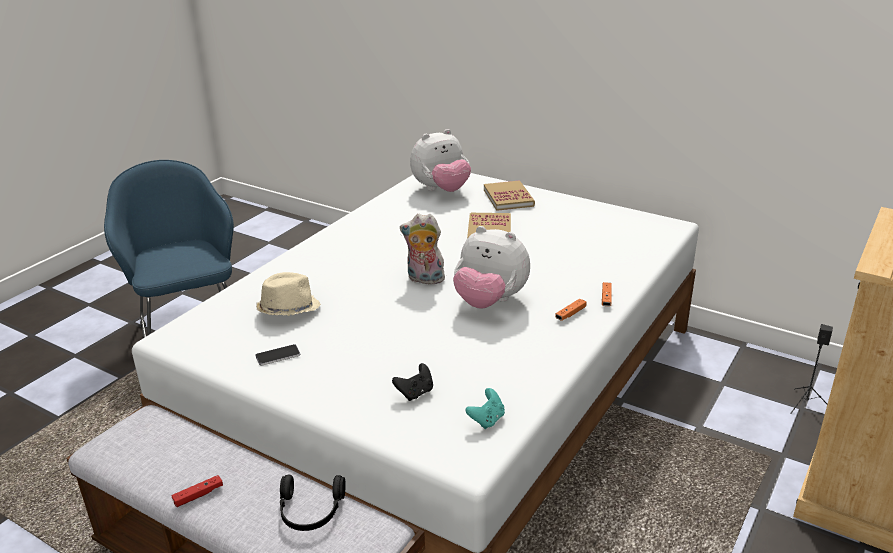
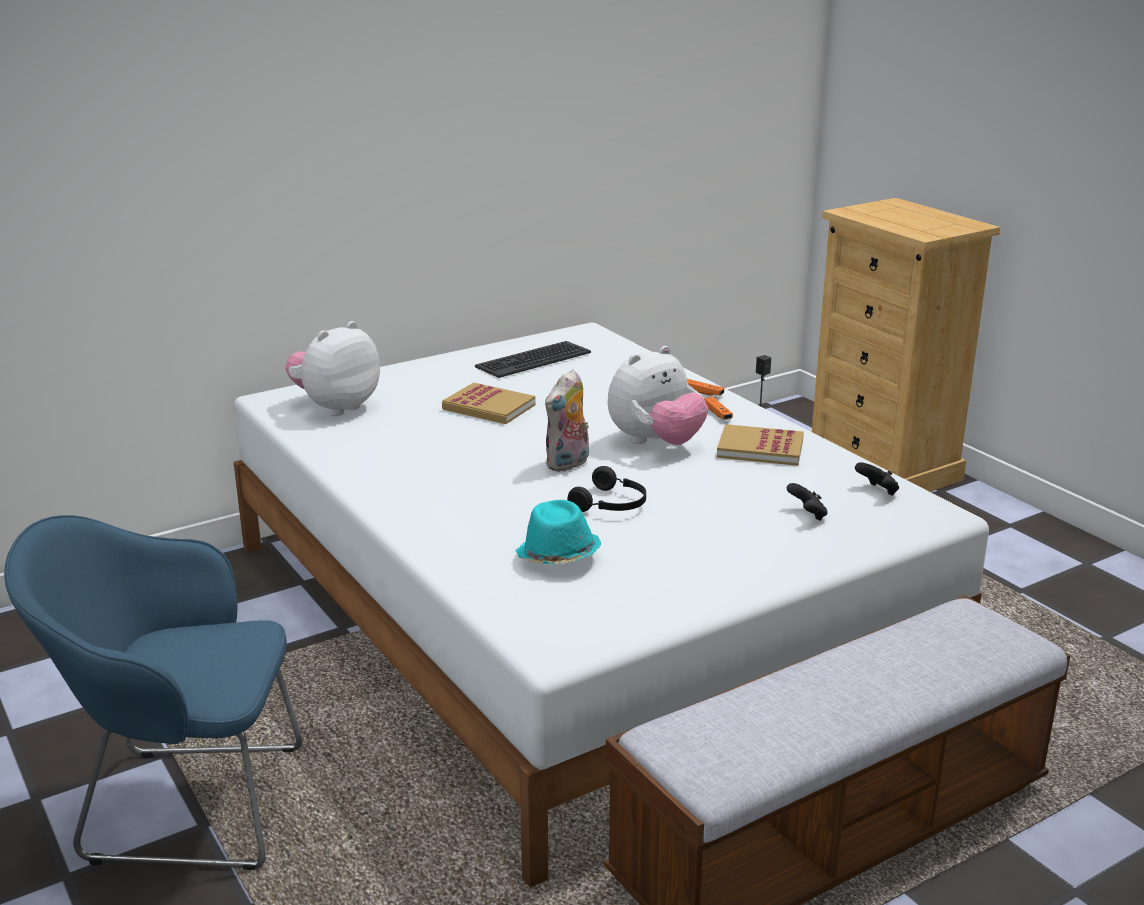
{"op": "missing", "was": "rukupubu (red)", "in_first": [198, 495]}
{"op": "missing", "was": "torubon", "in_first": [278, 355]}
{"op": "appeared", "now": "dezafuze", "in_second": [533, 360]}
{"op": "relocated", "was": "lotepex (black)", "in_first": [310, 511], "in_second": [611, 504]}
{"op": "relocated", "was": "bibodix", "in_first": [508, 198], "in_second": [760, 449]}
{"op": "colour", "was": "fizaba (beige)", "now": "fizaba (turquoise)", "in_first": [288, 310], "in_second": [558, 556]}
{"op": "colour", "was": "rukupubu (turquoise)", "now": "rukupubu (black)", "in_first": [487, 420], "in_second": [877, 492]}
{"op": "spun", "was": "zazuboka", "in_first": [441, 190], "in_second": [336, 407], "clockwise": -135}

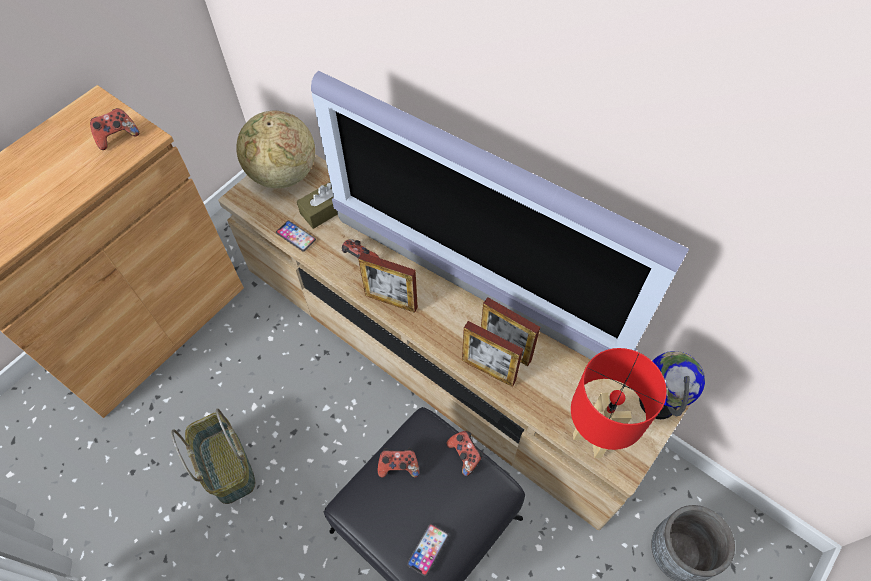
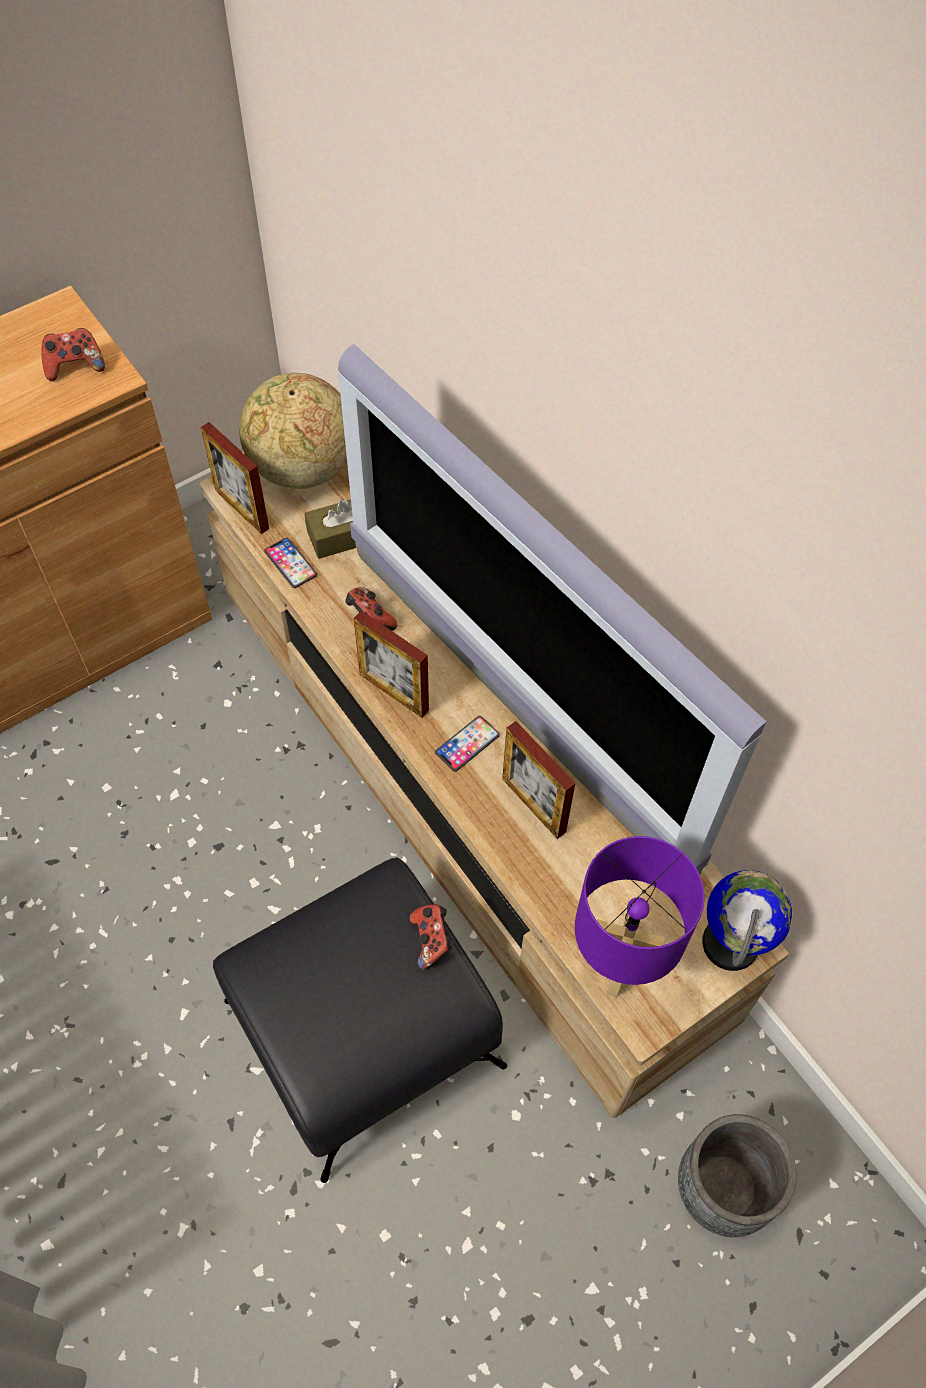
{"op": "missing", "was": "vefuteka", "in_first": [226, 465]}
{"op": "missing", "was": "rukupubu", "in_first": [398, 466]}
{"op": "relocated", "was": "torubon", "in_first": [428, 549], "in_second": [467, 744]}
{"op": "relocated", "was": "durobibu", "in_first": [488, 370], "in_second": [242, 509]}
{"op": "colour", "was": "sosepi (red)", "now": "sosepi (purple)", "in_first": [594, 435], "in_second": [618, 964]}

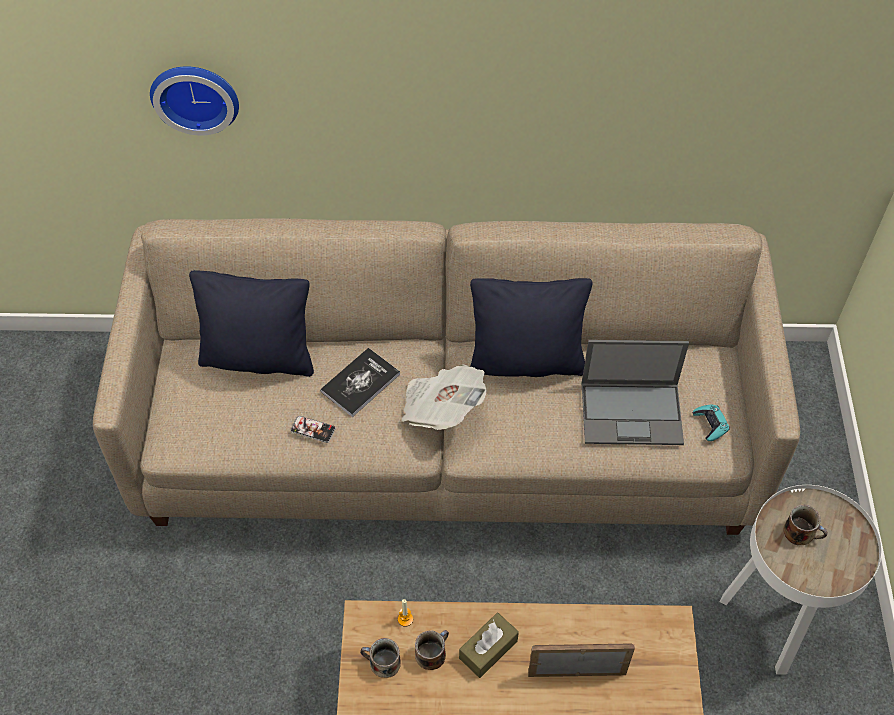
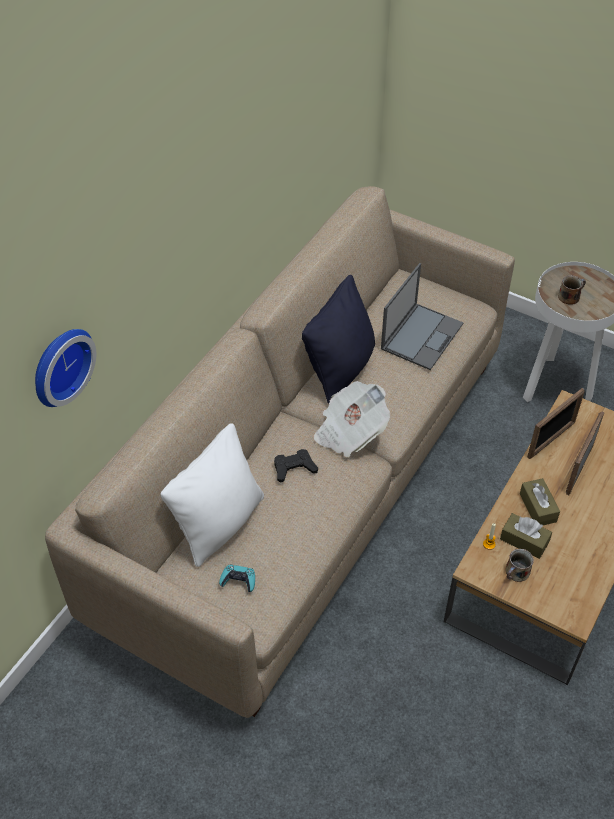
{"op": "missing", "was": "torubon", "in_first": [313, 429]}
{"op": "appeared", "now": "durobibu", "in_second": [551, 439]}
{"op": "relocated", "was": "rukupubu (turquoise)", "in_first": [710, 424], "in_second": [238, 580]}
{"op": "exchanged", "was": "bibodix", "now": "rukupubu (black)", "in_first": [360, 383], "in_second": [294, 468]}
{"op": "exchanged", "was": "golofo", "now": "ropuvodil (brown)", "in_first": [431, 653], "in_second": [524, 541]}
{"op": "colour", "was": "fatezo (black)", "now": "fatezo (white)", "in_first": [259, 357], "in_second": [219, 524]}

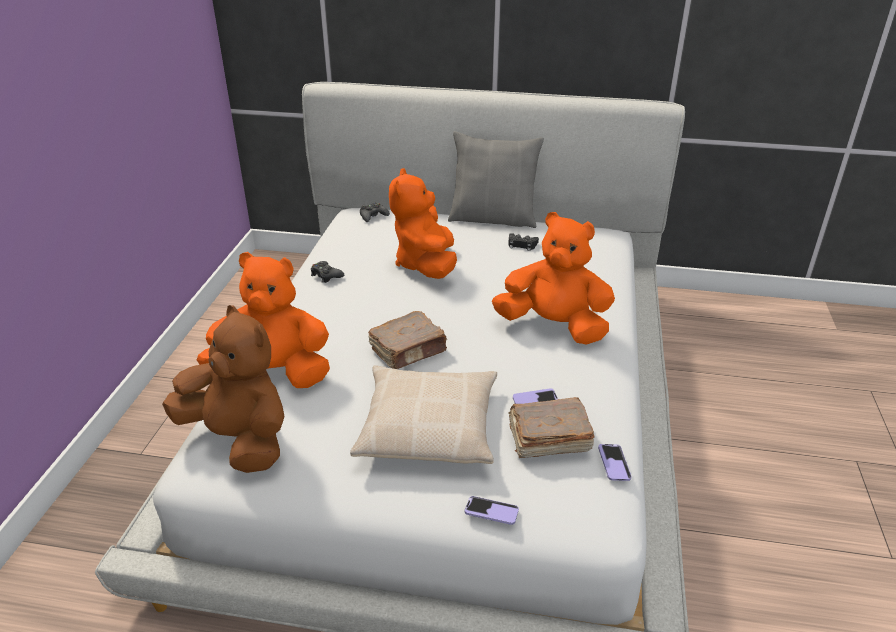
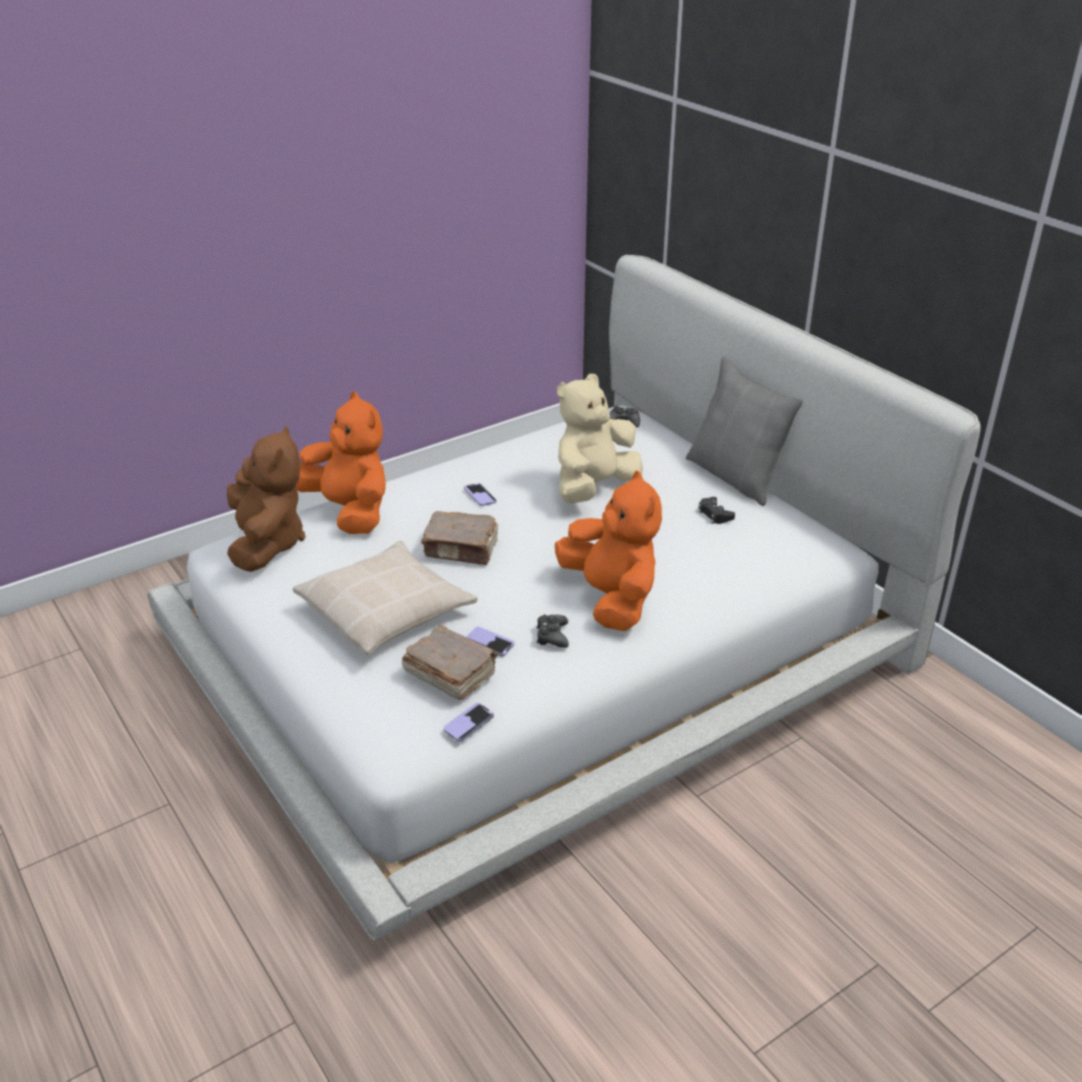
{"op": "relocated", "was": "rukupubu (black)", "in_first": [326, 275], "in_second": [552, 636]}
{"op": "relocated", "was": "torubon", "in_first": [491, 511], "in_second": [480, 495]}
{"op": "colour", "was": "zazuboka (orange)", "now": "zazuboka (beige)", "in_first": [426, 265], "in_second": [594, 488]}

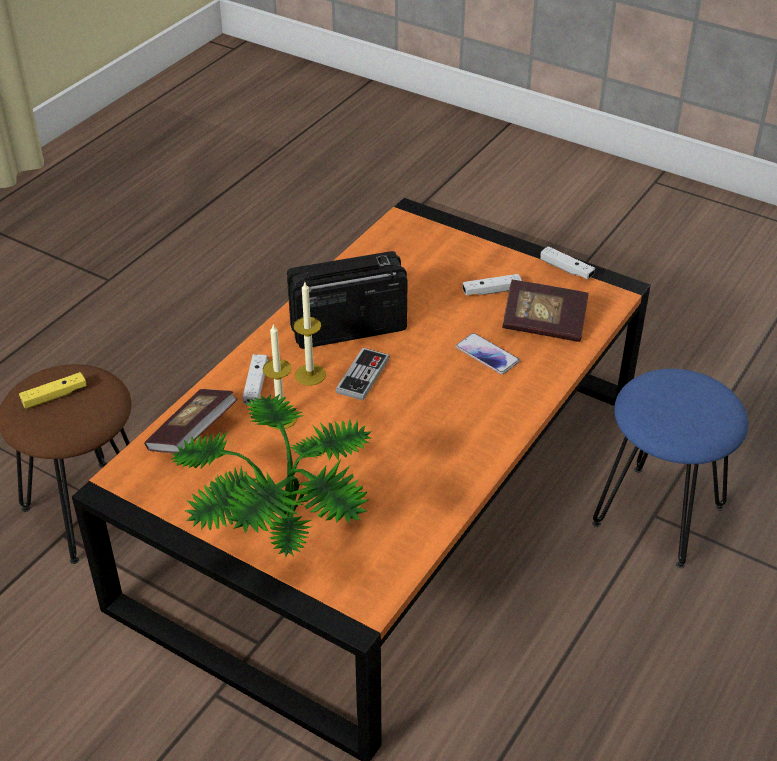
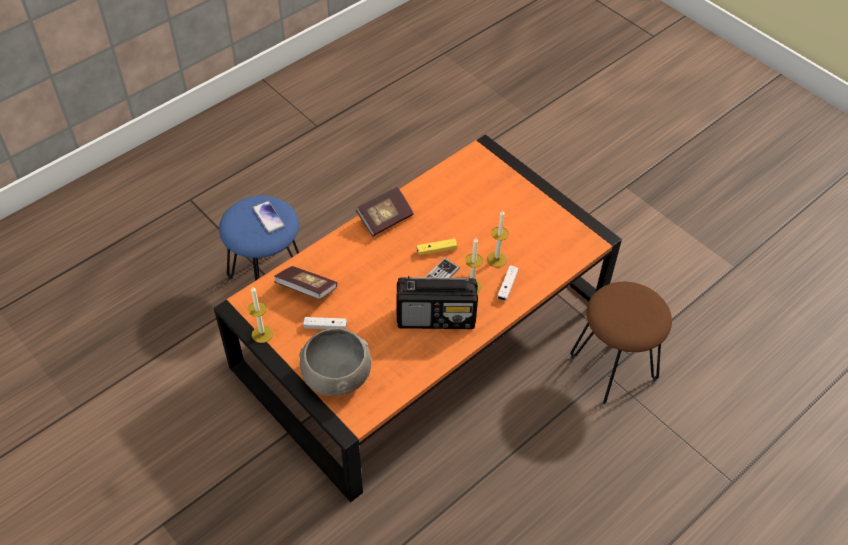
{"op": "missing", "was": "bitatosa", "in_first": [280, 530]}
{"op": "appeared", "now": "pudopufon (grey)", "in_second": [336, 376]}
{"op": "relocated", "was": "rukupubu (yellow)", "in_first": [54, 396], "in_second": [436, 250]}
{"op": "relocated", "was": "bibodix", "in_first": [192, 434], "in_second": [385, 219]}
{"op": "relocated", "was": "torubon", "in_first": [487, 355], "in_second": [268, 217]}
{"op": "exchanged", "was": "rukupubu (white)", "now": "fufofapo", "in_first": [566, 269], "in_second": [262, 334]}

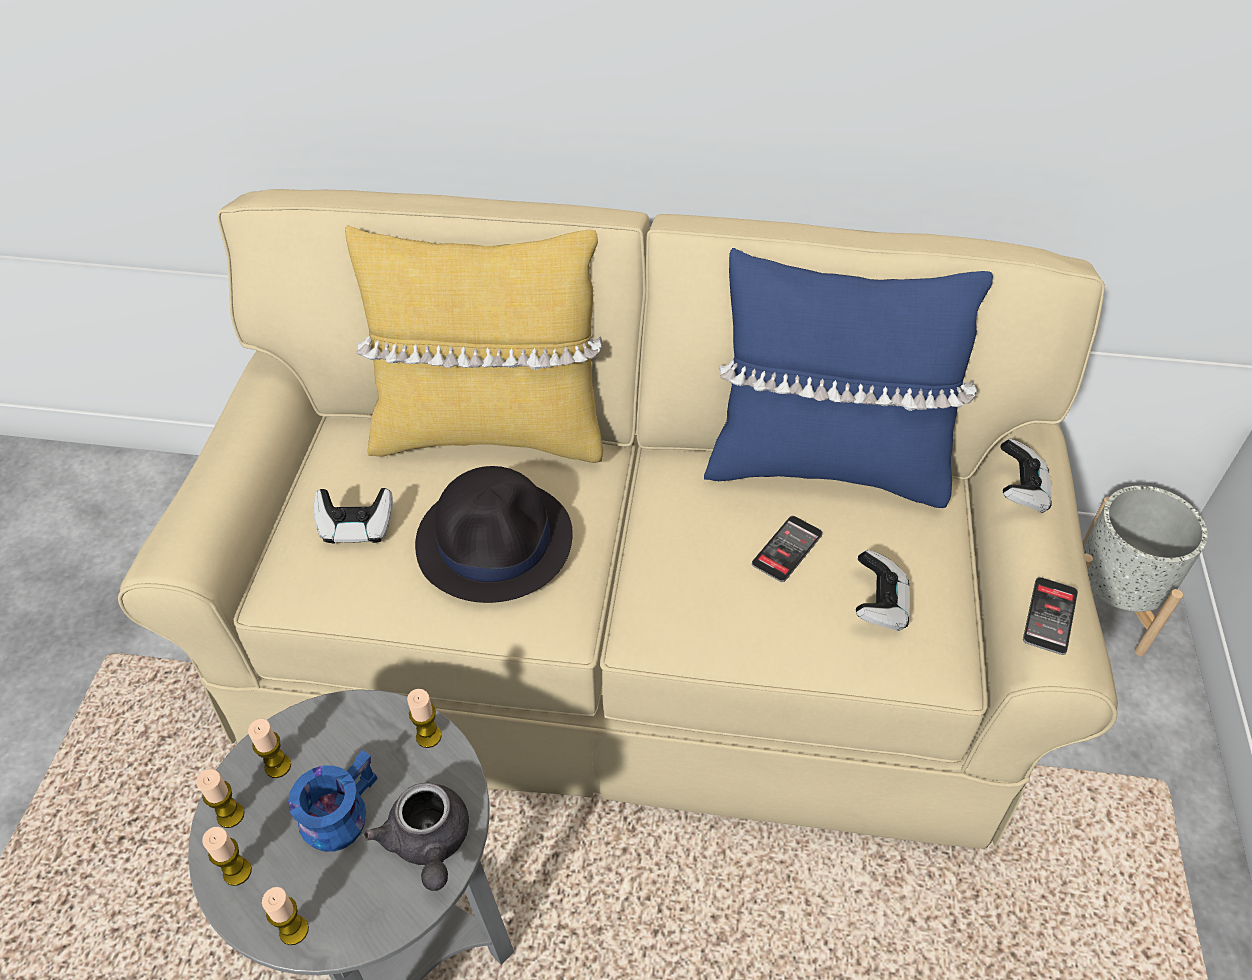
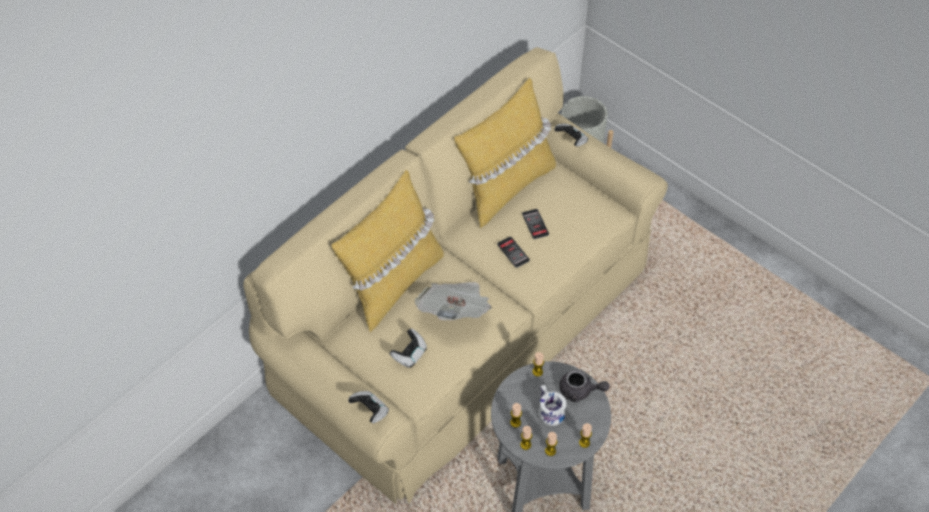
{"op": "relocated", "was": "rukupubu", "in_first": [879, 605], "in_second": [370, 411]}
{"op": "relocated", "was": "torubon", "in_first": [1050, 616], "in_second": [513, 252]}
{"op": "exchanged", "was": "fizaba (black)", "now": "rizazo", "in_first": [495, 540], "in_second": [455, 311]}
{"op": "colour", "was": "golofo (blue)", "now": "golofo (white)", "in_first": [338, 811], "in_second": [548, 412]}
{"op": "colour", "was": "fatezo (blue)", "now": "fatezo (yellow)", "in_first": [825, 466], "in_second": [505, 187]}

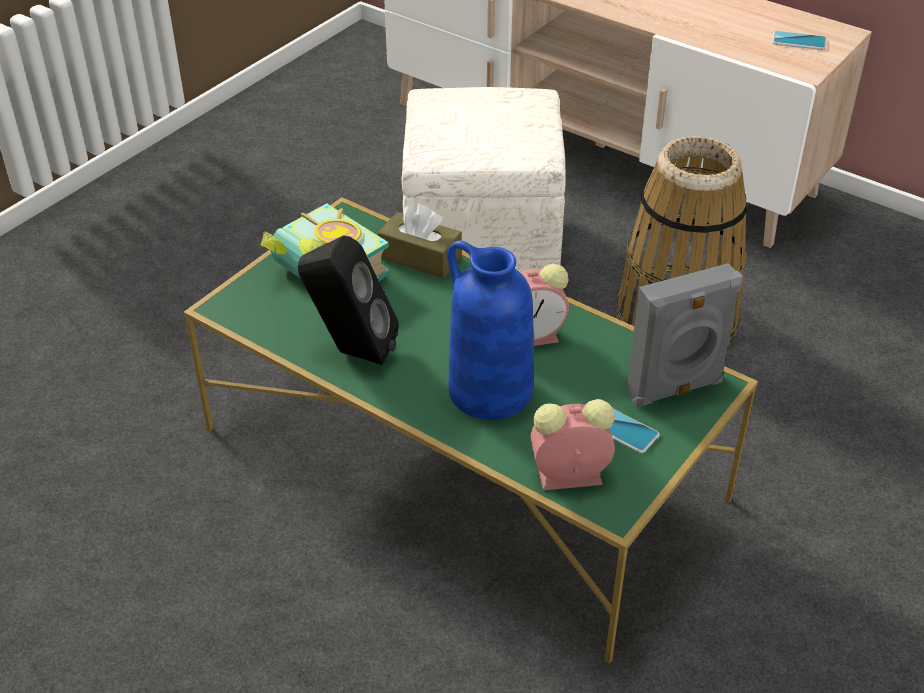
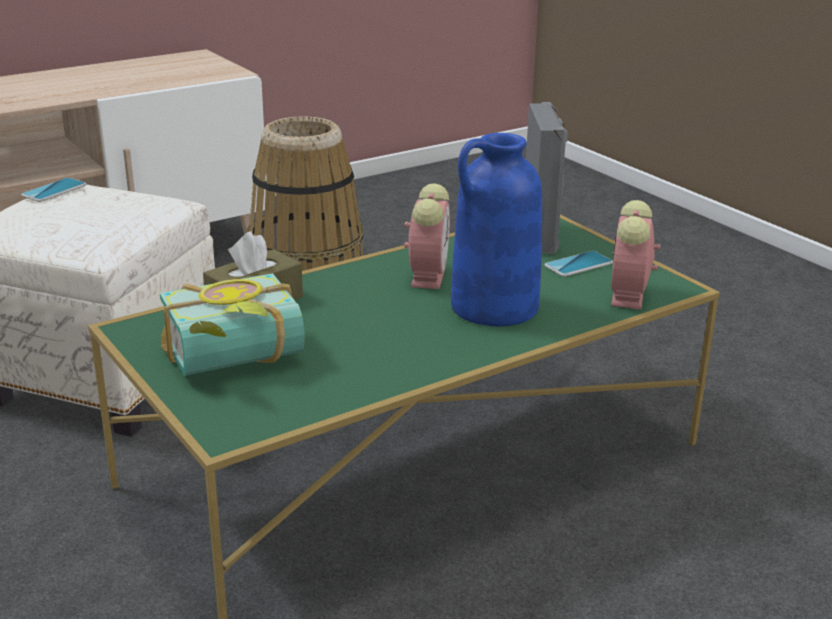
{"op": "missing", "was": "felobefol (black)", "in_first": [351, 352]}
{"op": "relocated", "was": "torubon", "in_first": [799, 41], "in_second": [54, 191]}

